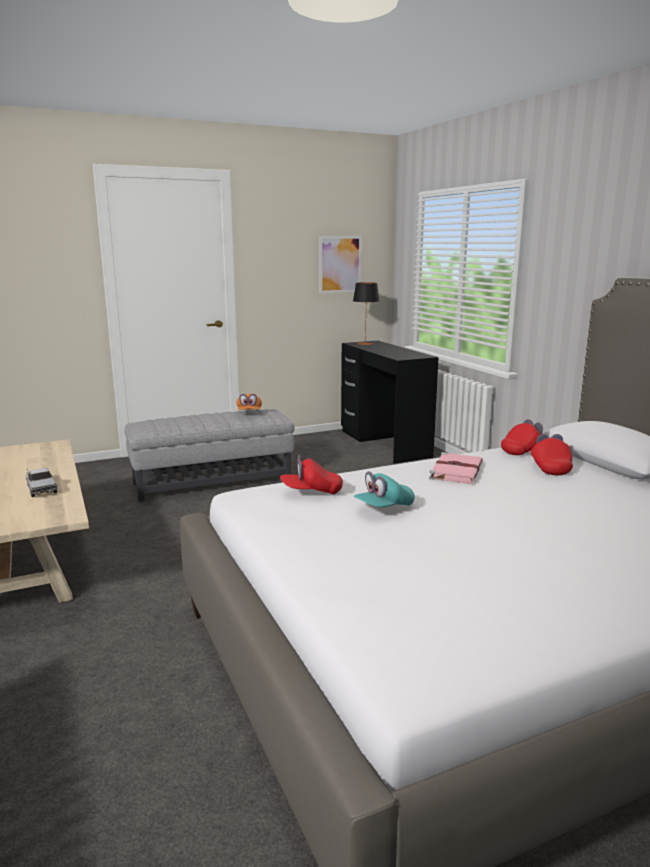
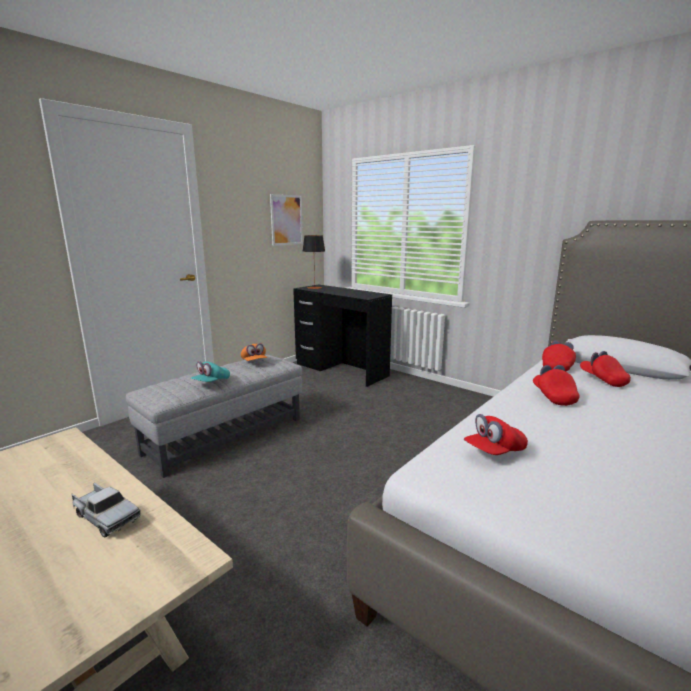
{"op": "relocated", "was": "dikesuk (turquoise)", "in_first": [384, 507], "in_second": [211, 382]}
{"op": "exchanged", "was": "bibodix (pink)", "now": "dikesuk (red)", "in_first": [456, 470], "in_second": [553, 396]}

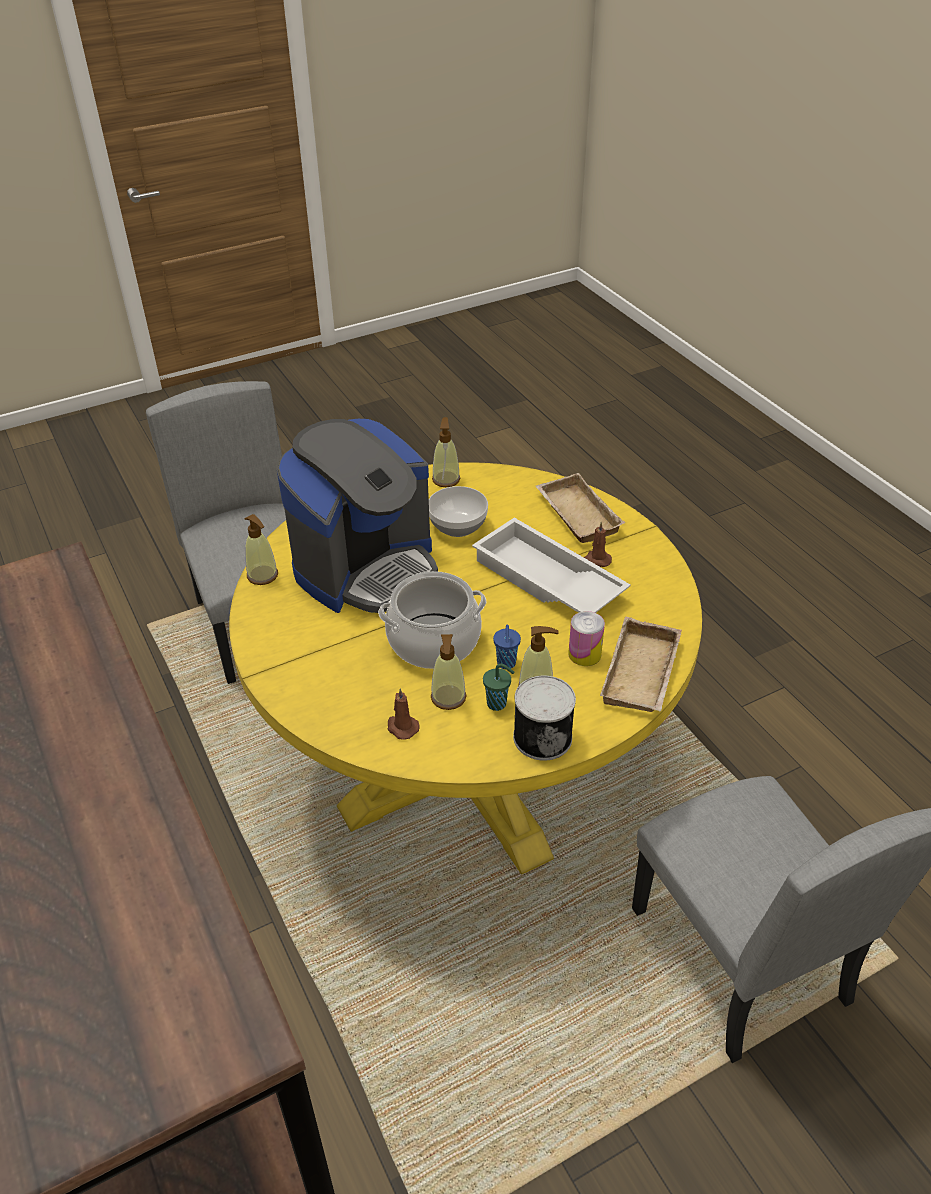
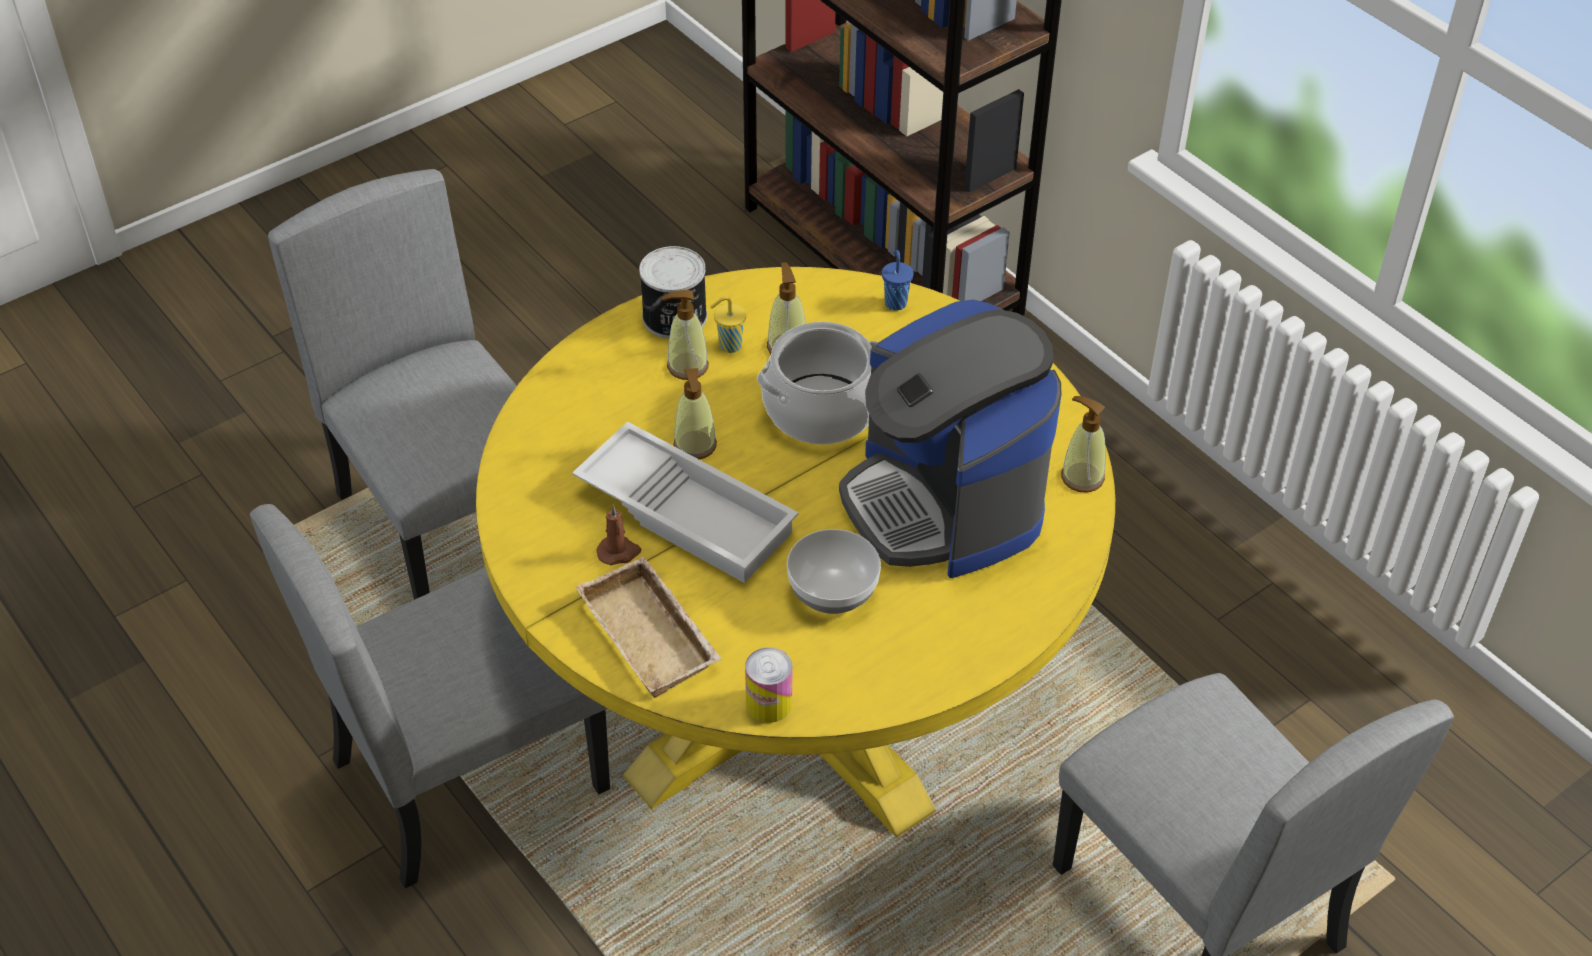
{"op": "missing", "was": "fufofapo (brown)", "in_first": [401, 727]}
{"op": "missing", "was": "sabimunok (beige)", "in_first": [643, 674]}
{"op": "appeared", "now": "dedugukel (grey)", "in_second": [469, 772]}
{"op": "relocated", "was": "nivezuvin", "in_first": [446, 479], "in_second": [695, 445]}
{"op": "relocated", "was": "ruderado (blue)", "in_first": [506, 664], "in_second": [895, 302]}
{"op": "relocated", "was": "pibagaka", "in_first": [584, 654], "in_second": [769, 703]}
{"op": "colour", "was": "ruderado (green)", "now": "ruderado (yellow)", "in_first": [498, 704], "in_second": [729, 345]}
{"op": "spun", "was": "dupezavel", "in_first": [366, 568], "in_second": [944, 503], "clockwise": -60}

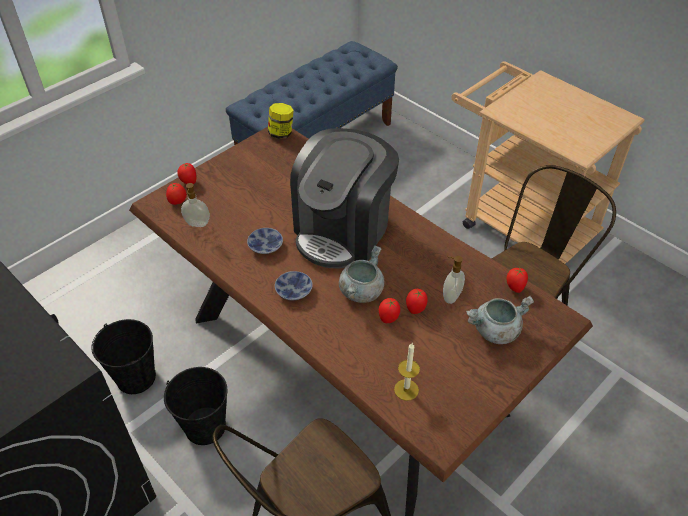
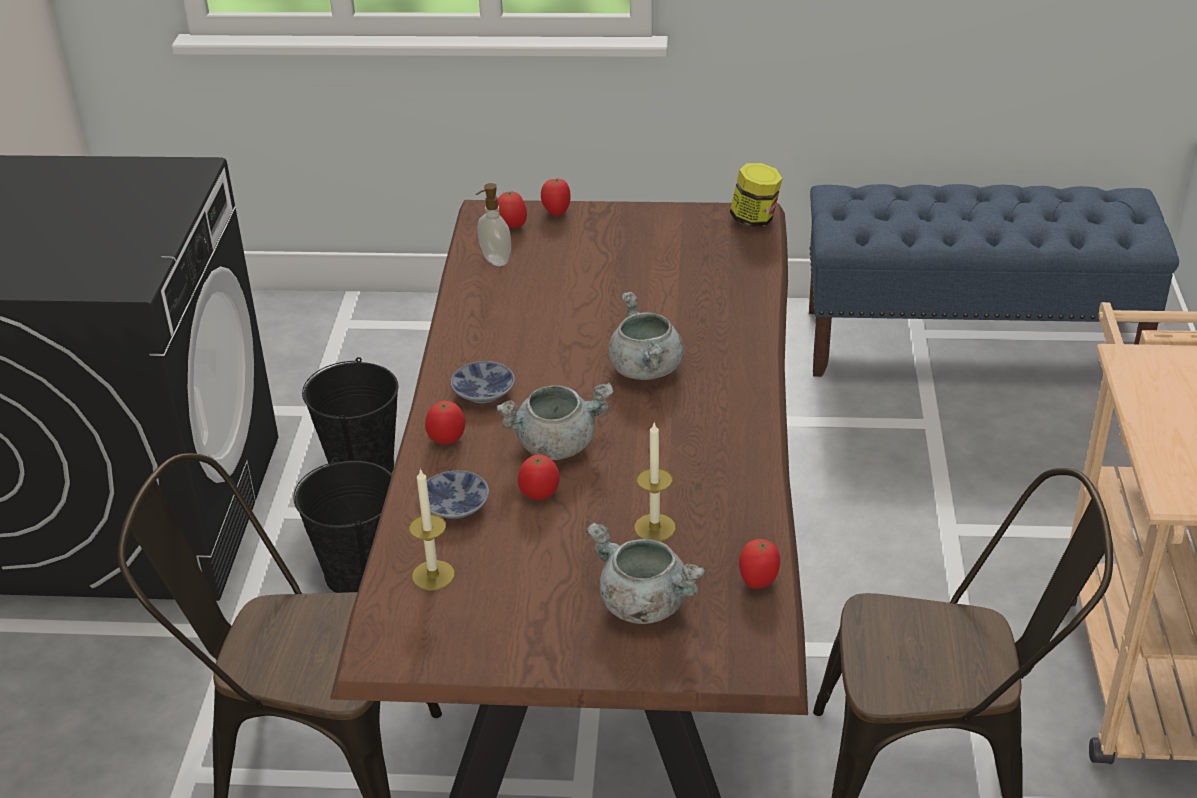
{"op": "relocated", "was": "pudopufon", "in_first": [265, 247], "in_second": [453, 507]}
{"op": "relocated", "was": "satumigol", "in_first": [416, 308], "in_second": [446, 439]}
{"op": "exchanged", "was": "dupezavel", "now": "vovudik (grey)", "in_first": [343, 230], "in_second": [646, 370]}
{"op": "exchanged", "was": "nivezuvin", "now": "fufofapo", "in_first": [450, 296], "in_second": [654, 528]}

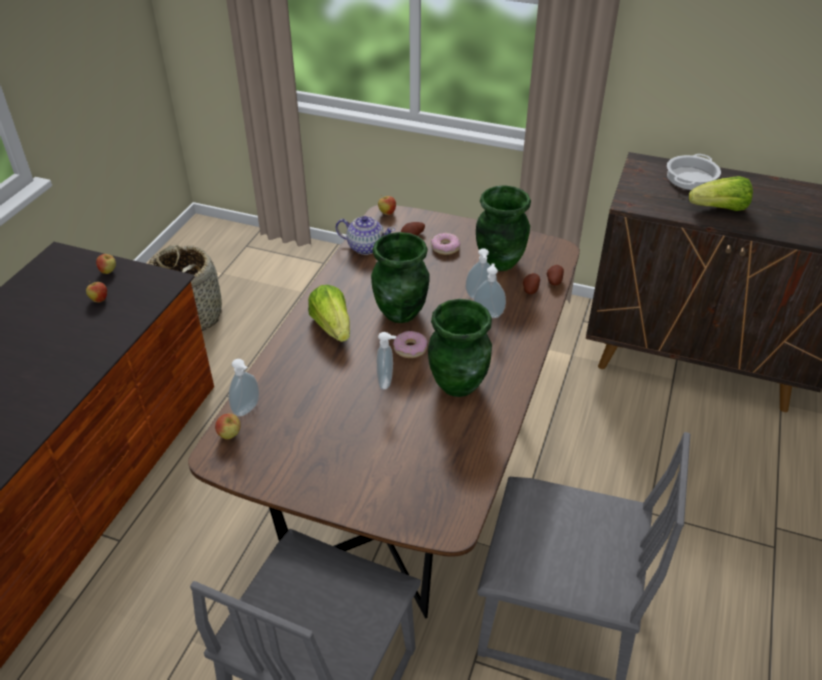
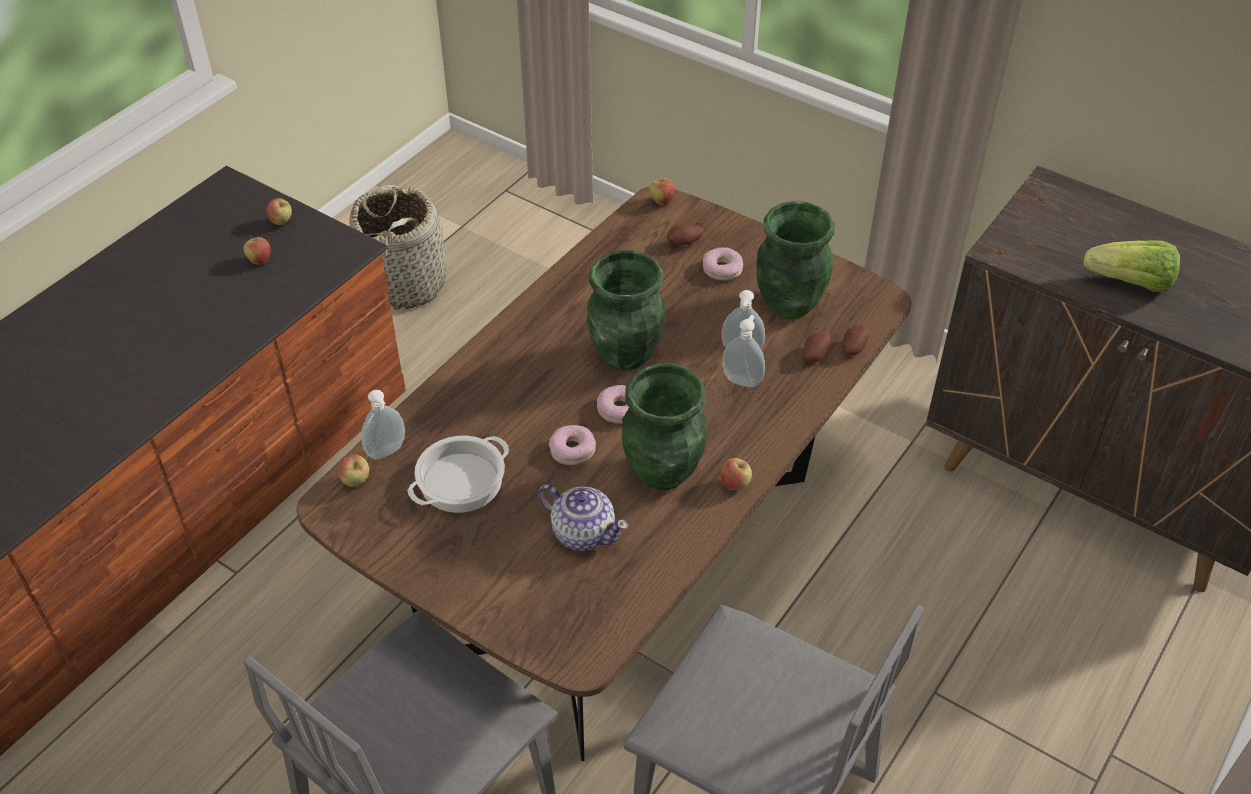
{"op": "missing", "was": "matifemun", "in_first": [332, 327]}
{"op": "appeared", "now": "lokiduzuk", "in_second": [735, 485]}
{"op": "relocated", "was": "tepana", "in_first": [365, 247], "in_second": [583, 532]}
{"op": "relocated", "was": "vovudik", "in_first": [690, 178], "in_second": [461, 480]}
{"op": "exchanged", "was": "nivezuvin", "now": "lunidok", "in_first": [387, 382], "in_second": [572, 450]}

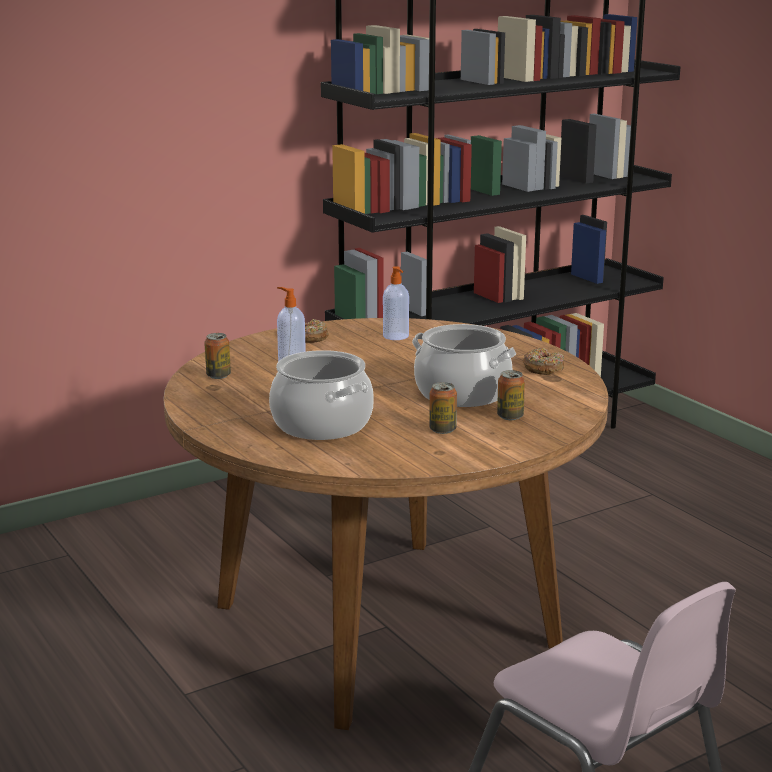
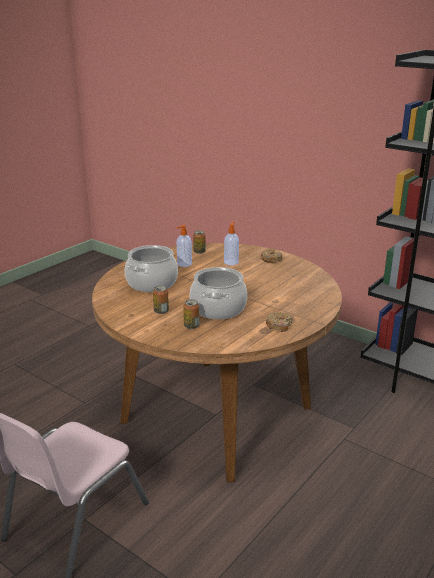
{"op": "relocated", "was": "nivezuvin", "in_first": [396, 336], "in_second": [184, 264]}

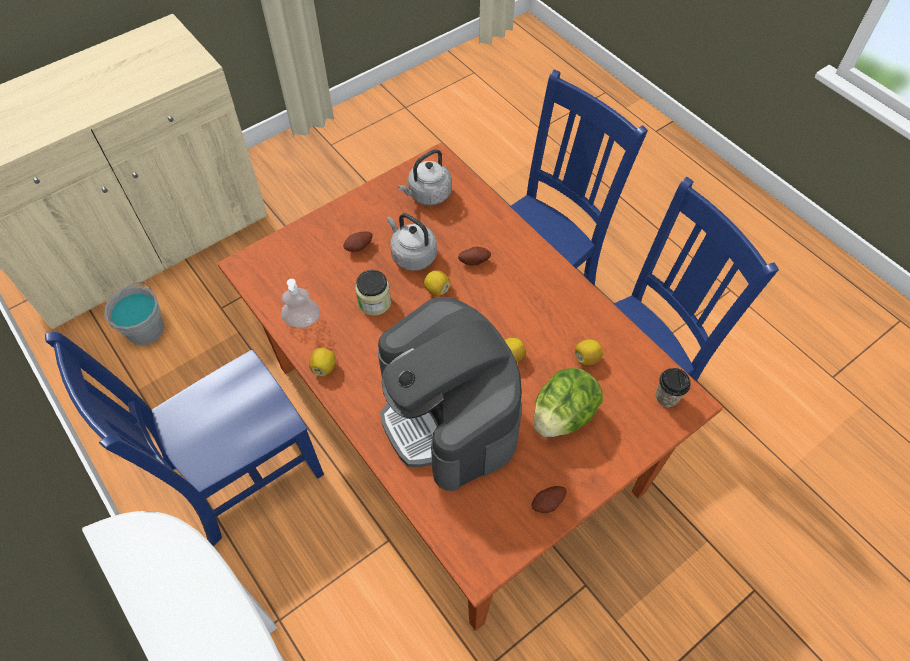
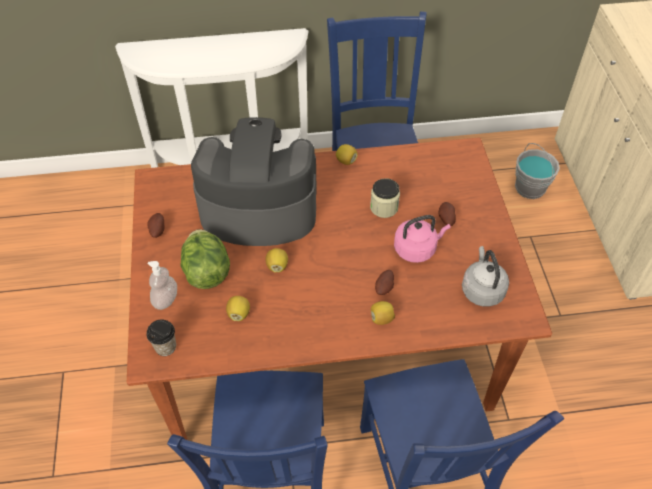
{"op": "relocated", "was": "nivezuvin", "in_first": [303, 320], "in_second": [166, 299]}
{"op": "relocated", "was": "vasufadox", "in_first": [437, 289], "in_second": [381, 318]}
{"op": "colour", "was": "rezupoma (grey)", "now": "rezupoma (pink)", "in_first": [412, 255], "in_second": [417, 249]}

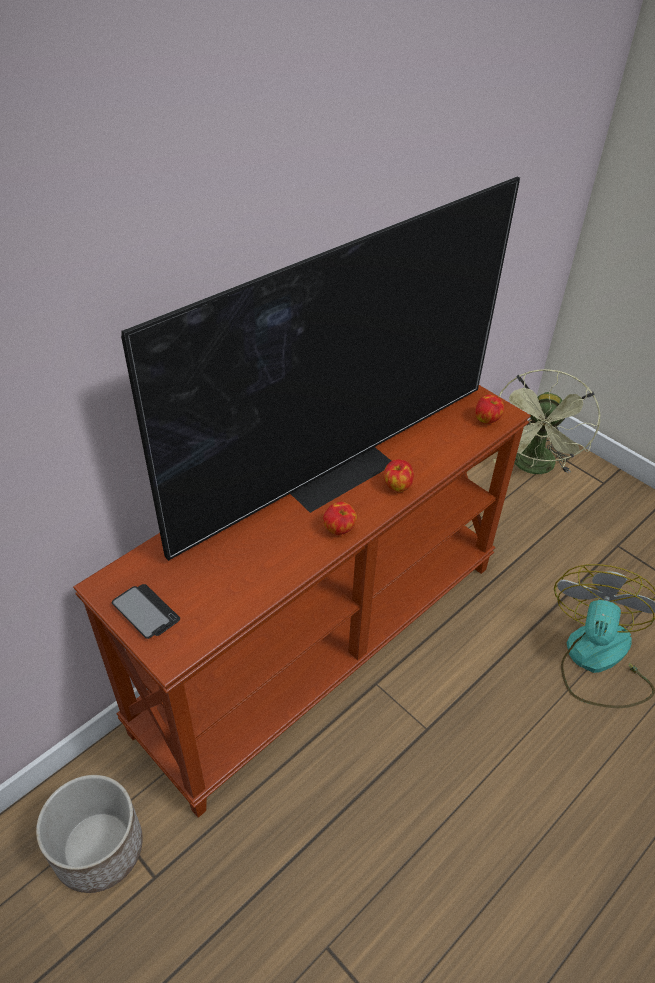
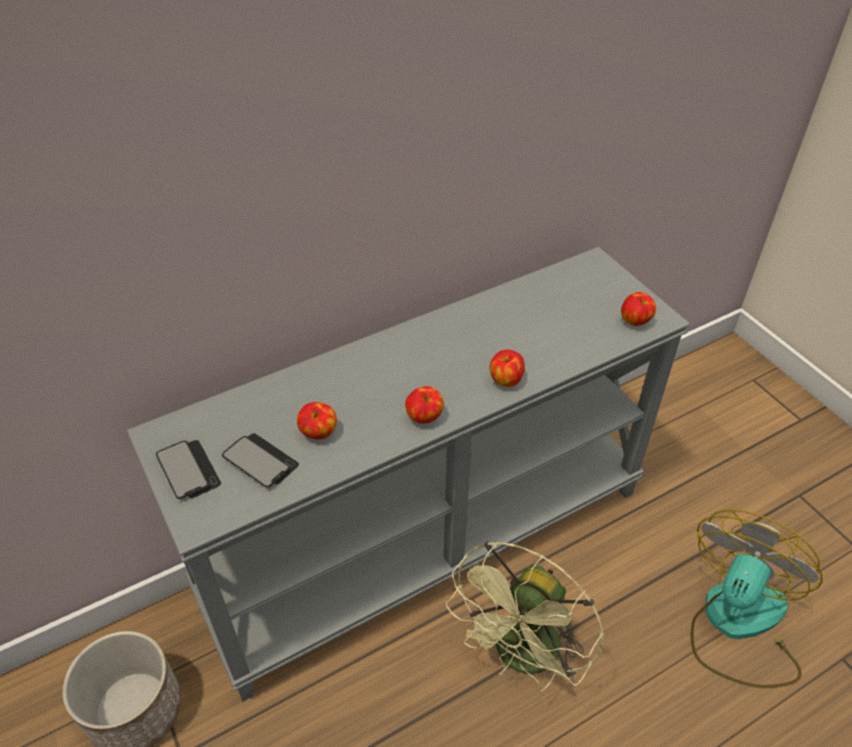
{"op": "missing", "was": "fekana", "in_first": [336, 469]}
{"op": "appeared", "now": "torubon", "in_second": [260, 461]}
{"op": "appeared", "now": "lokiduzuk", "in_second": [318, 433]}
{"op": "relocated", "was": "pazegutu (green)", "in_first": [533, 467], "in_second": [522, 658]}
{"op": "colour", "was": "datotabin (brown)", "now": "datotabin (grey)", "in_first": [321, 642], "in_second": [425, 540]}

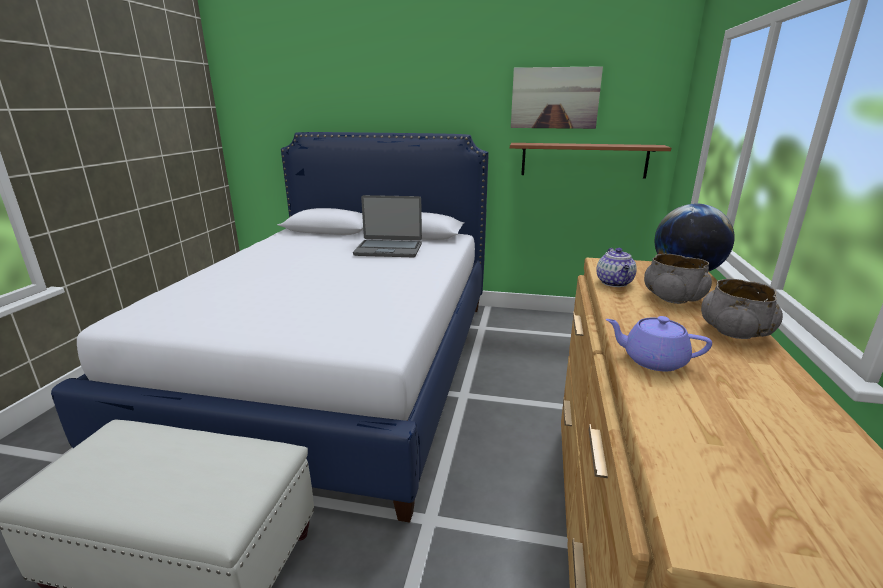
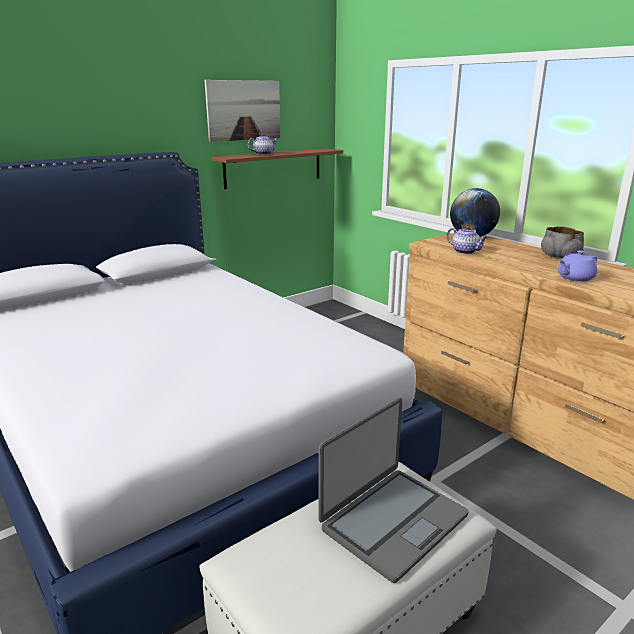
{"op": "missing", "was": "pudopufon (grey)", "in_first": [672, 298]}
{"op": "appeared", "now": "tepana", "in_second": [263, 154]}
{"op": "relocated", "was": "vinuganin", "in_first": [388, 249], "in_second": [392, 521]}

